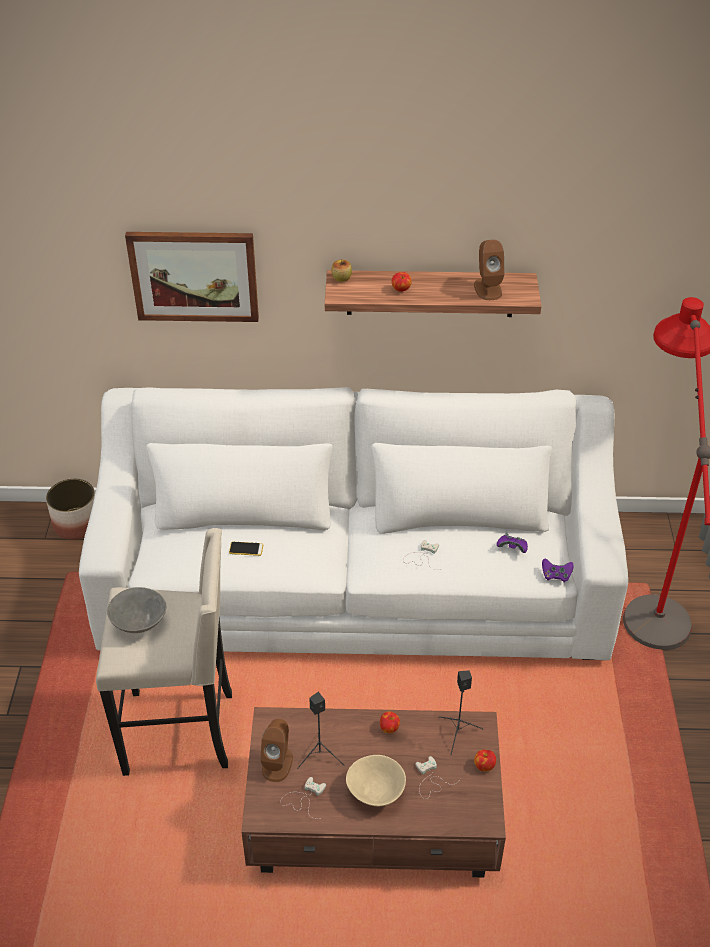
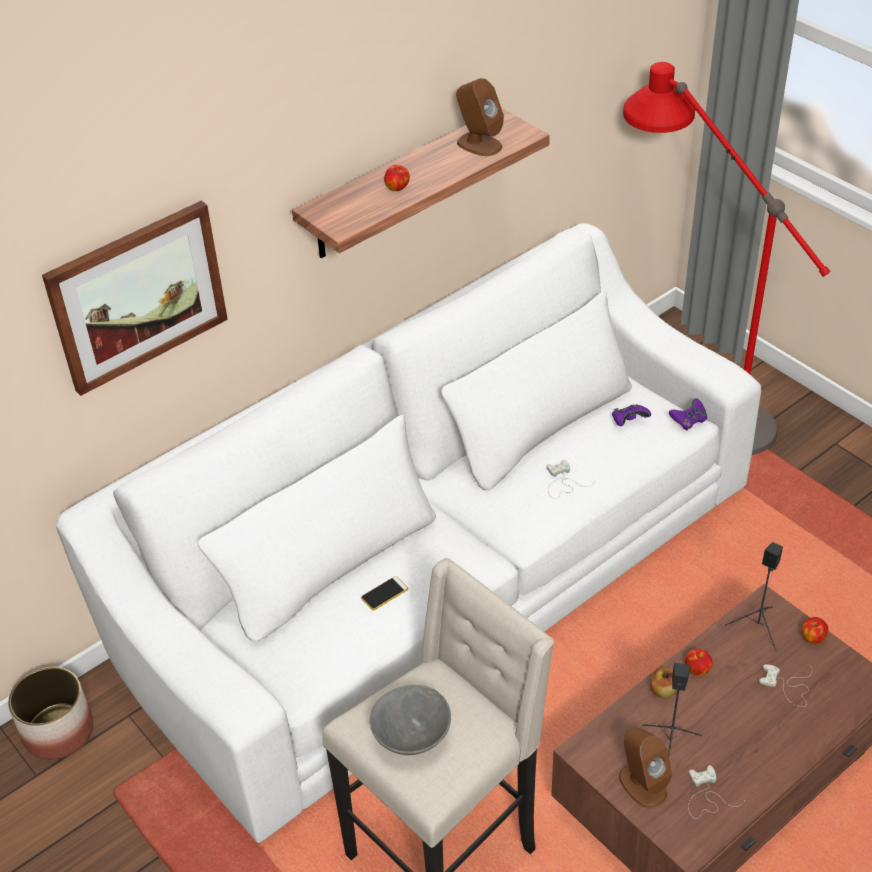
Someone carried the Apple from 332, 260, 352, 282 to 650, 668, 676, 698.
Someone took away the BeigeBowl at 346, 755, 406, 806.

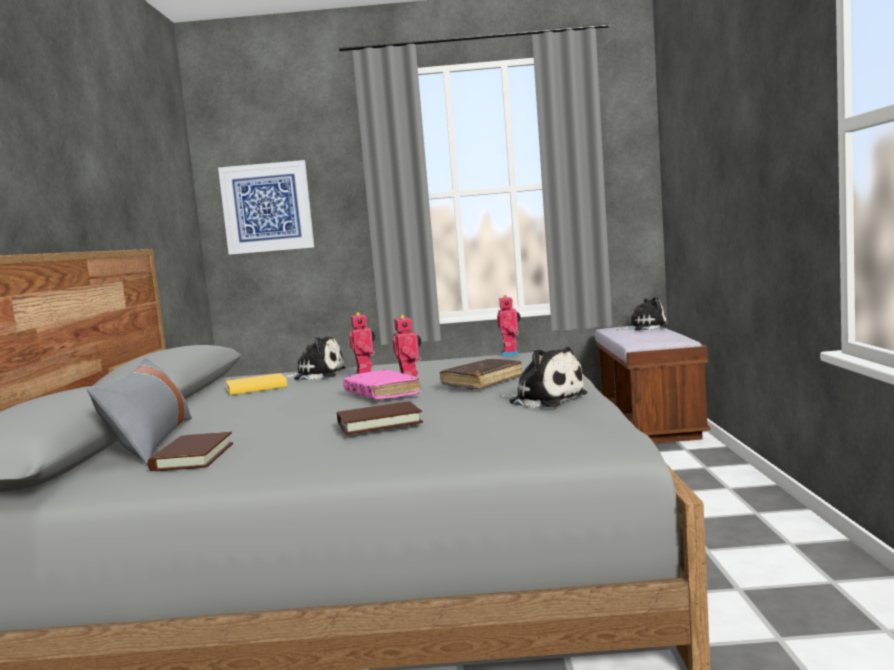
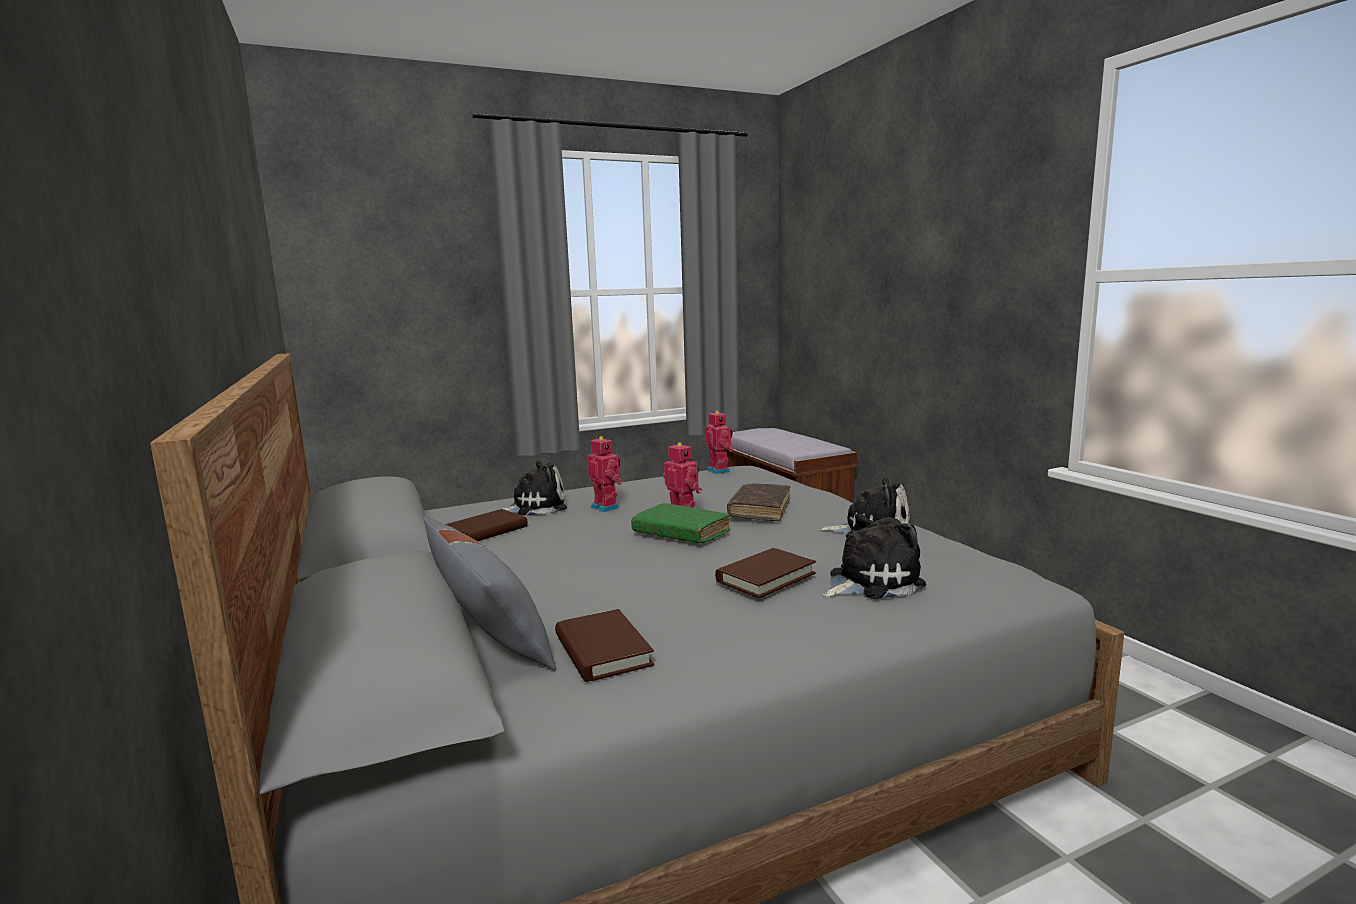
Someone took away the Picture at 218, 160, 314, 255.
Someone repainted the YellowBook at 225, 373, 287, 395, which became the BrownBook at 445, 509, 528, 541.
Someone repainted the PinkBook at 343, 369, 421, 400, which became the GreenBook at 631, 503, 730, 543.
Someone carried the PlushToy from 617, 297, 668, 331 to 823, 514, 926, 599.

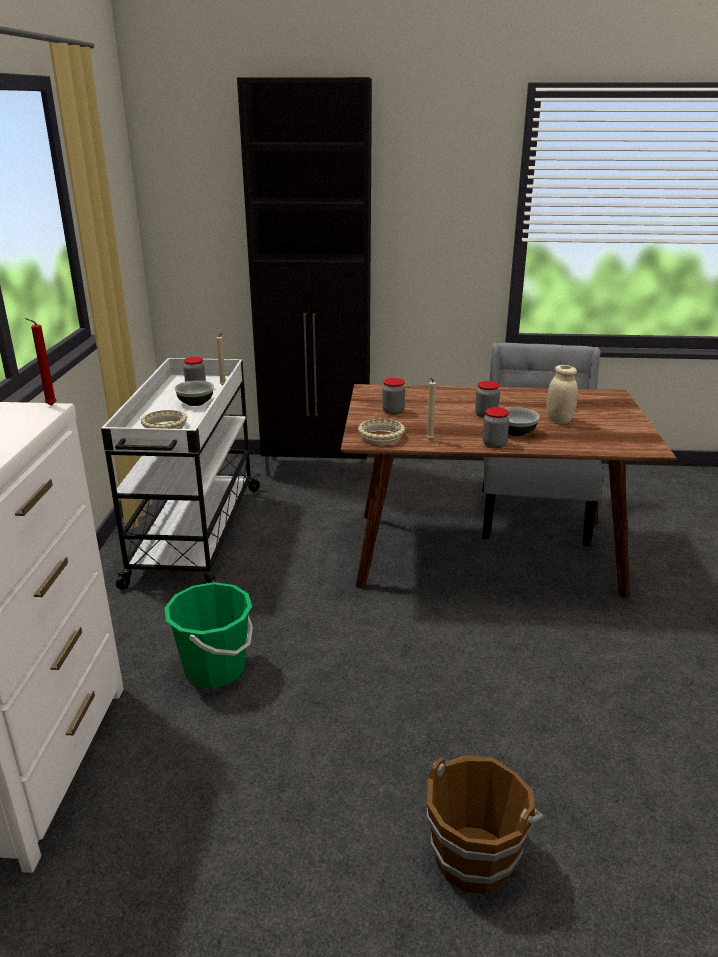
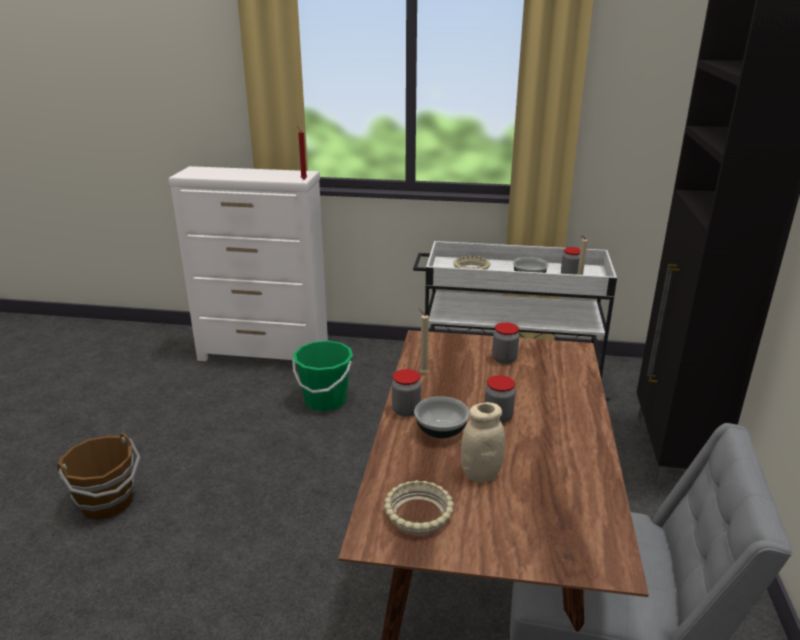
Someone carried the BeigeBowl from 358, 418, 405, 445 to 384, 480, 454, 535.

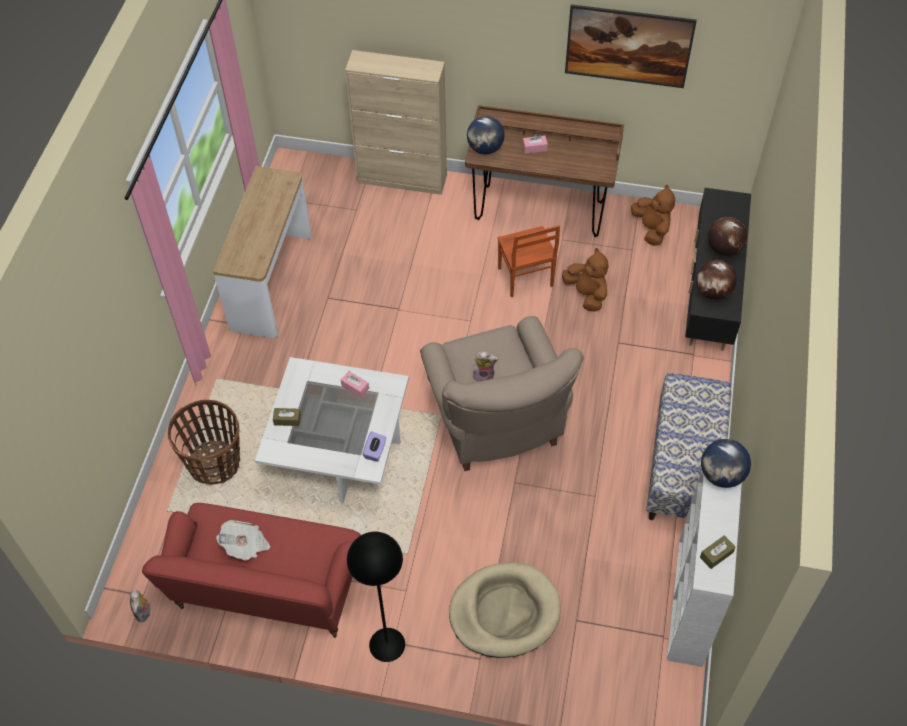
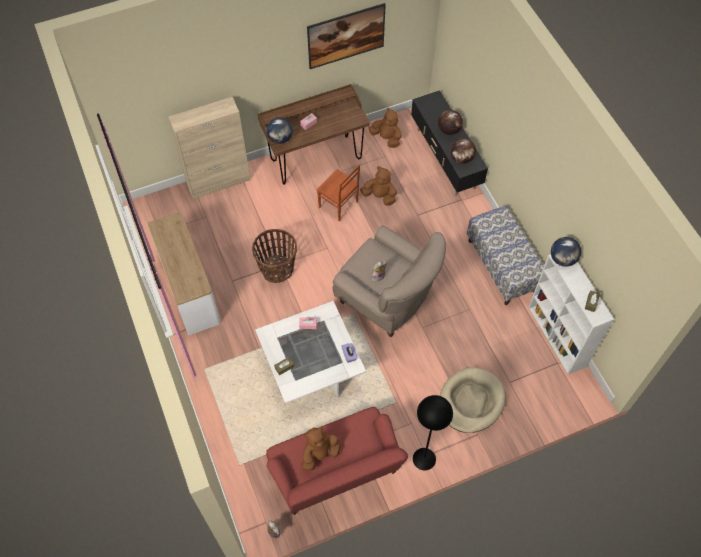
Someone carried the Basket from 168, 400, 240, 485 to 252, 229, 297, 283.
Someone swapped the Newspaper at 216, 520, 270, 561 for the BrownPlushToy at 302, 428, 341, 471.

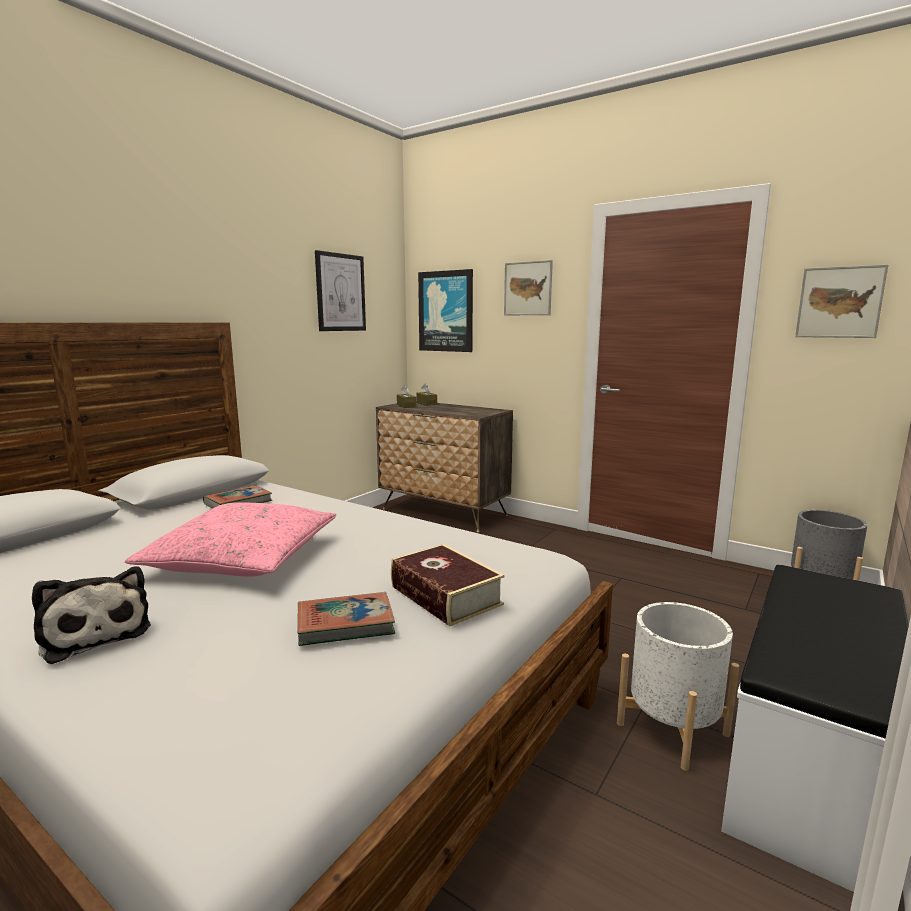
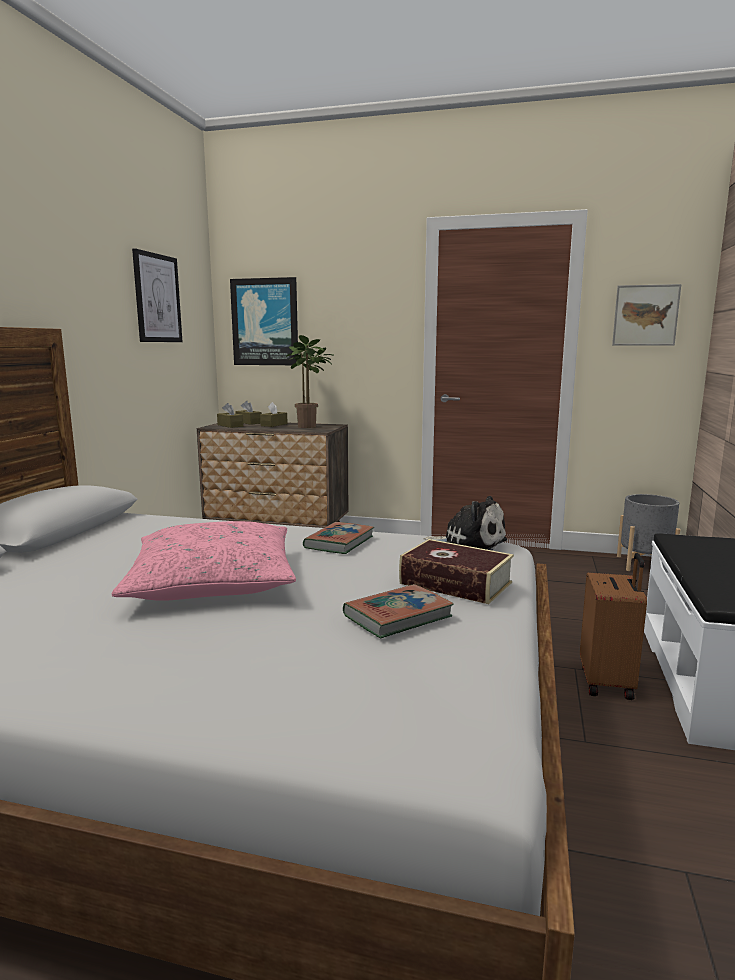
Someone carried the PlushToy from 32, 567, 151, 664 to 423, 496, 507, 551.
Someone carried the Book from 203, 486, 272, 509 to 303, 522, 374, 554.
Someone took away the Picture at 504, 260, 553, 315.
Someone swapped the WhitePlanter at 617, 602, 739, 771 for the BrownSuitcase at 580, 553, 647, 700.
Someone put down the BrownTissueBox at 260, 402, 288, 427.
Someone put down the PottedPlant at 286, 335, 335, 428.

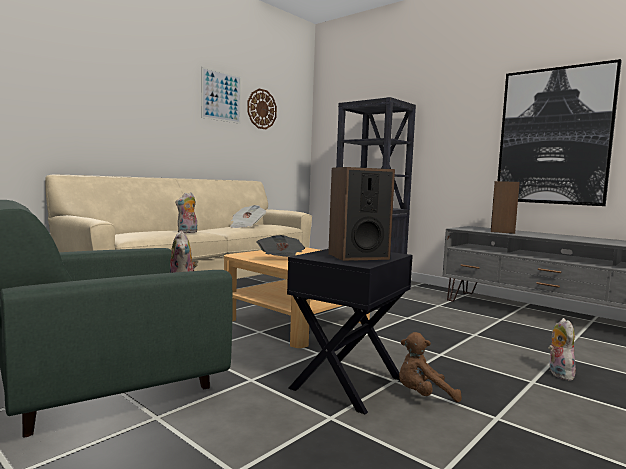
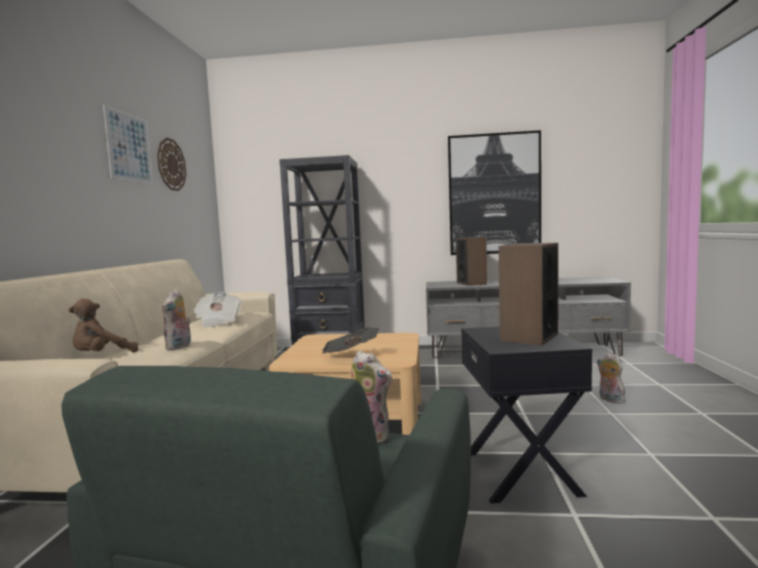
Someone carried the BrownPlushToy from 399, 332, 462, 402 to 69, 298, 139, 353.

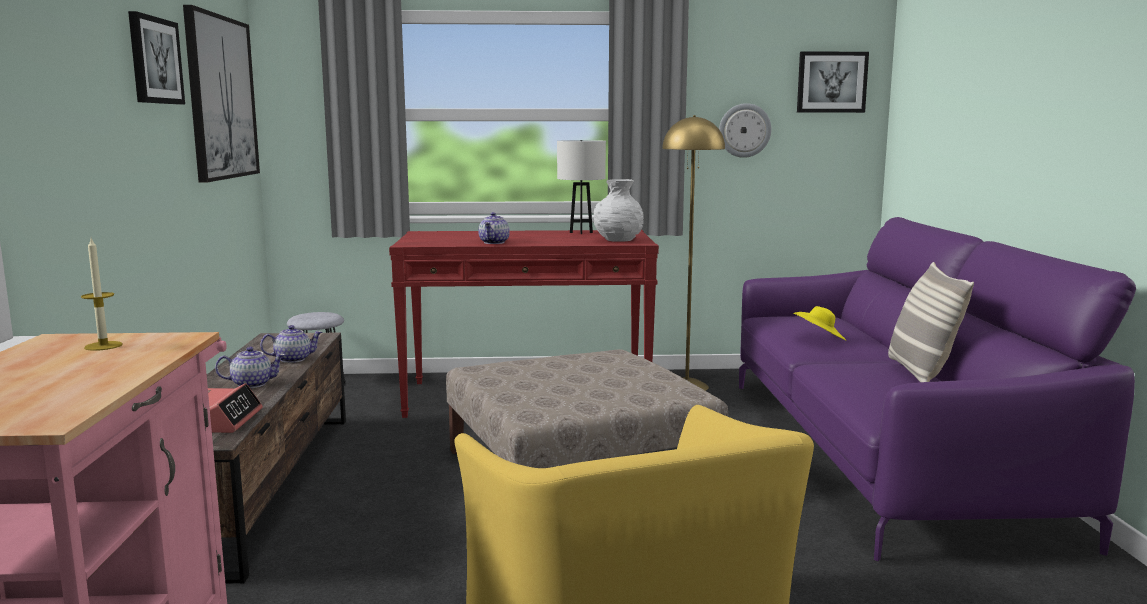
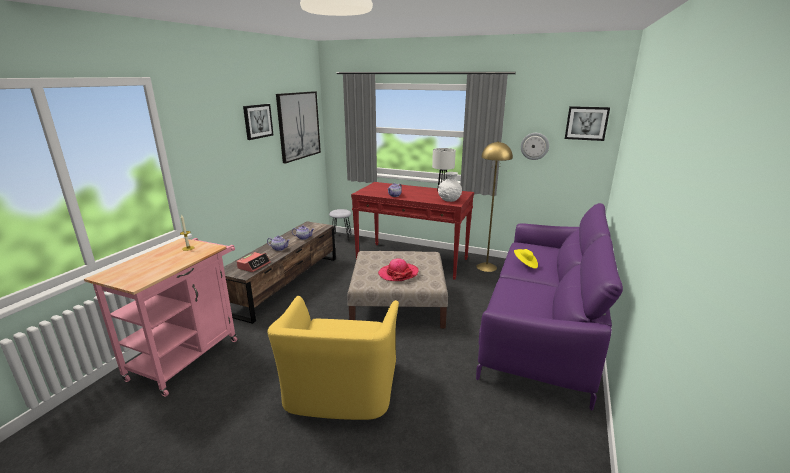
Someone took away the Pillow at 888, 262, 974, 382.
Someone put down the Hat at 378, 258, 419, 281.

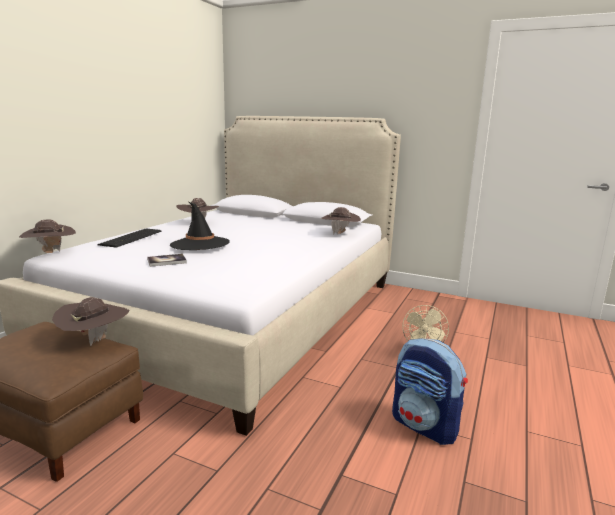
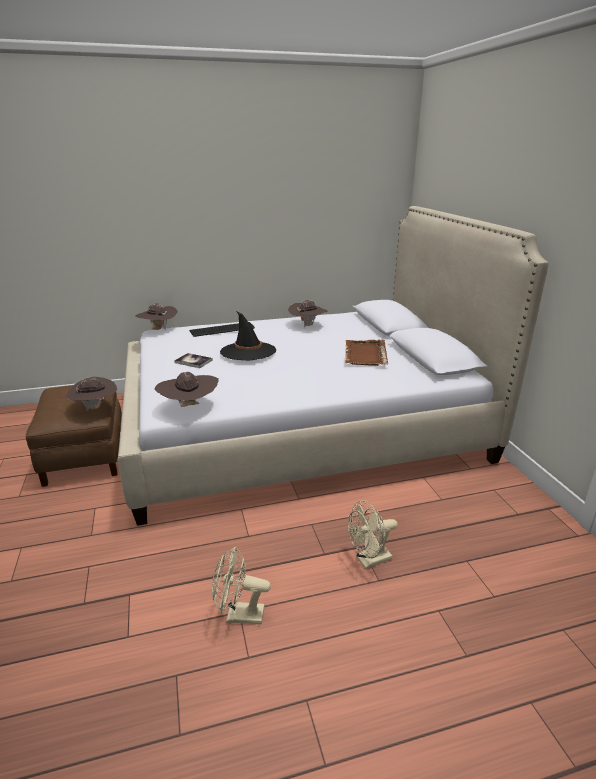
Someone carried the BrownHat from 321, 207, 361, 235 to 155, 372, 219, 407.
Someone swapped the Backpack at 392, 338, 468, 445 for the BeigeFan at 212, 547, 271, 625.
Someone put down the BrownTray at 345, 340, 388, 366.

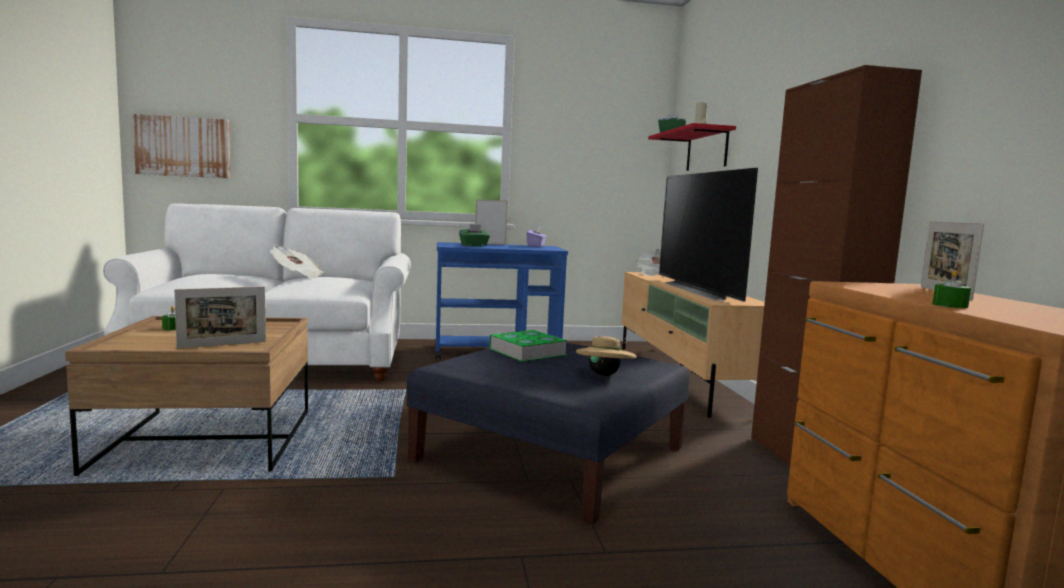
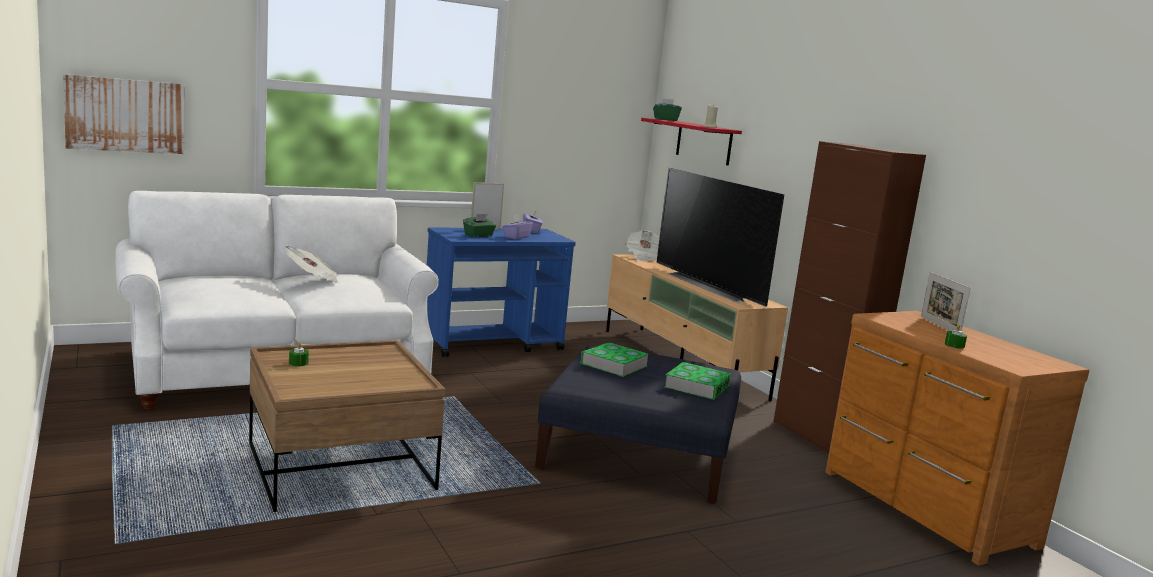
Someone took away the PictureFrame at 174, 286, 266, 349.
Someone swapped the BeigeHat at 576, 336, 637, 376 for the Book at 664, 362, 731, 400.
Someone put down the PurpleTissueBox at 502, 214, 533, 239.

